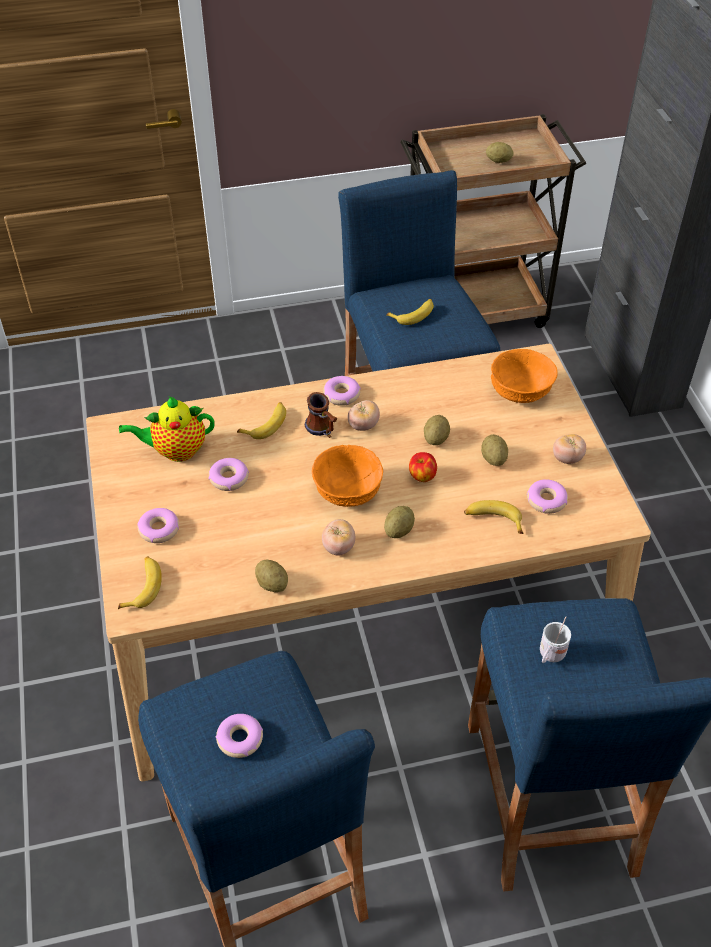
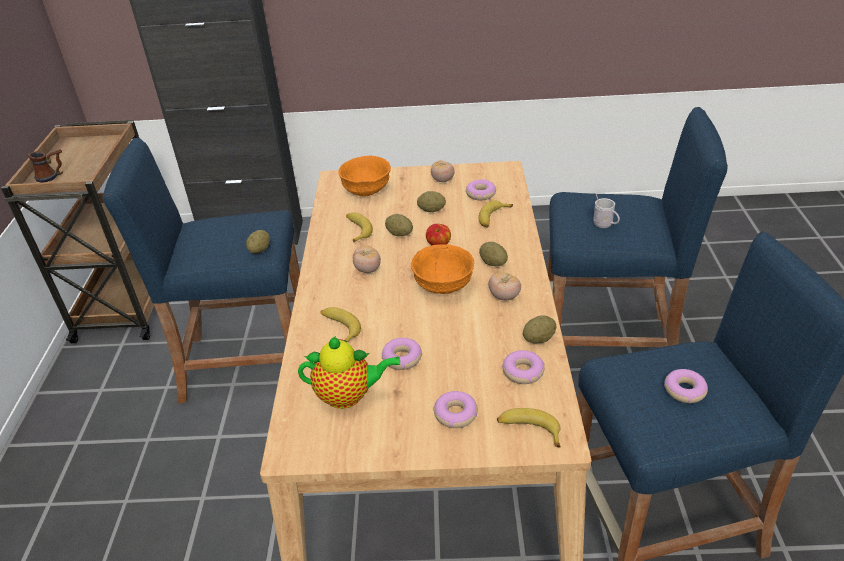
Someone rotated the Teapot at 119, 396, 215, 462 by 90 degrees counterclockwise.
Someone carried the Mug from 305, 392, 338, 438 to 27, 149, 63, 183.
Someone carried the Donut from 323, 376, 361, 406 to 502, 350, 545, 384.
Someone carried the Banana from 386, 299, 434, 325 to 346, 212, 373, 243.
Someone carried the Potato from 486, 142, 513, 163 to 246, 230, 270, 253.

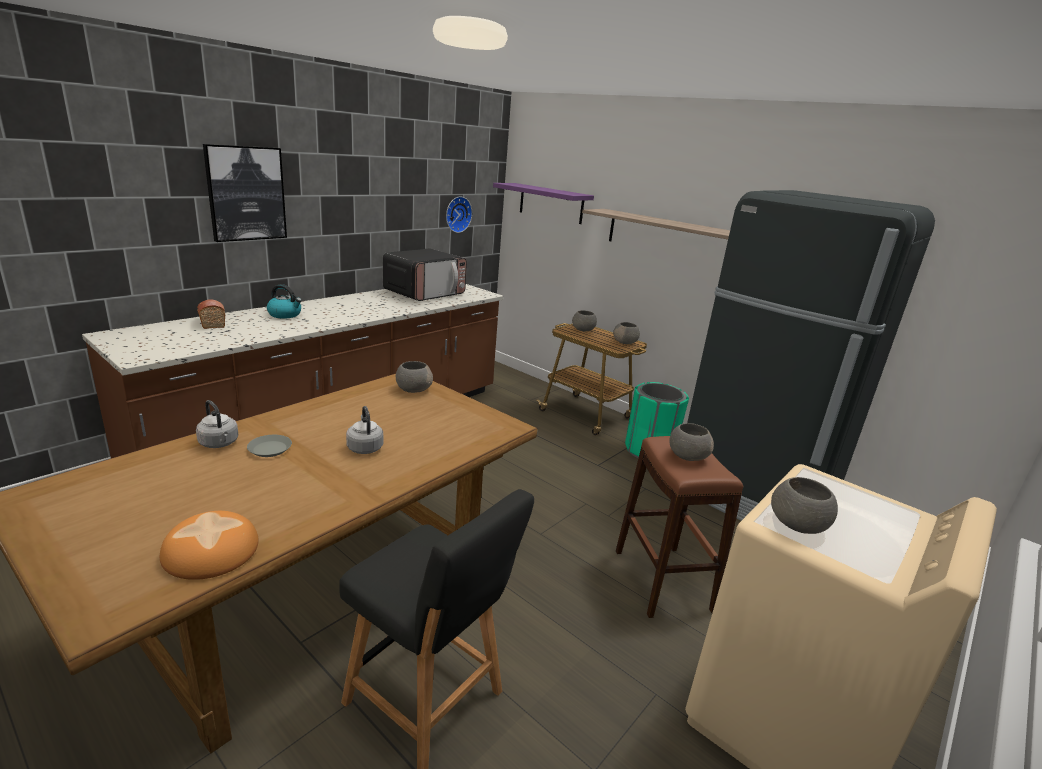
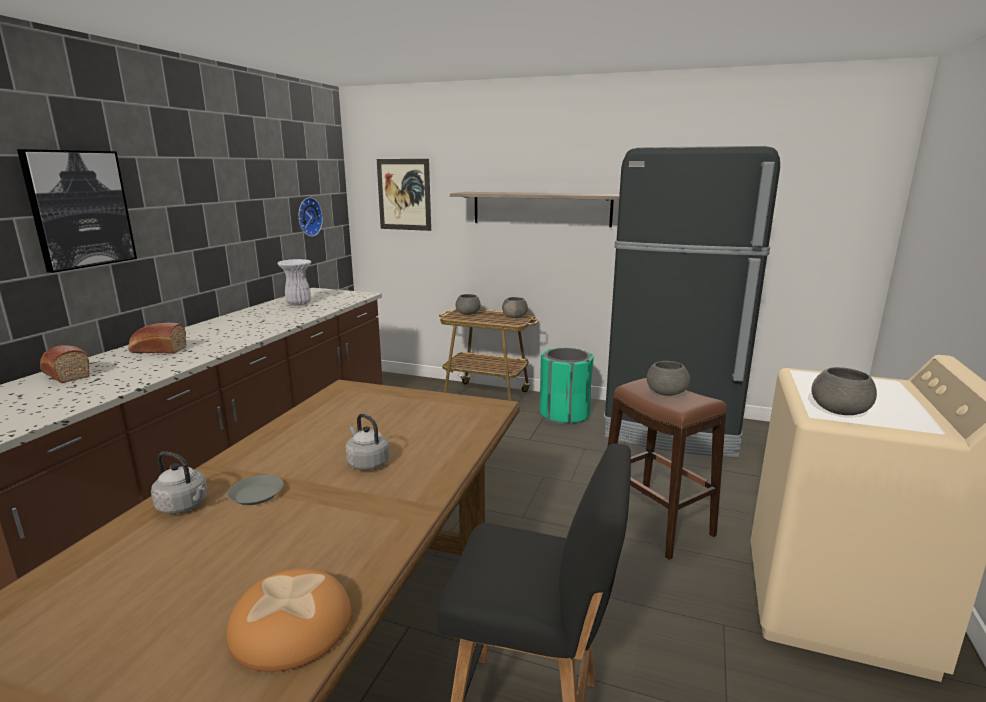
Someone swapped the Kettle at 267, 284, 302, 319 for the Bread at 128, 323, 186, 353.
Someone swapped the Microwave at 383, 248, 467, 301 for the WhiteVase at 278, 259, 311, 305.
Someone took away the GreyBowl at 396, 361, 433, 393.
Someone swapped the PurpleShelf at 493, 183, 594, 224 for the Picture at 377, 159, 431, 231.

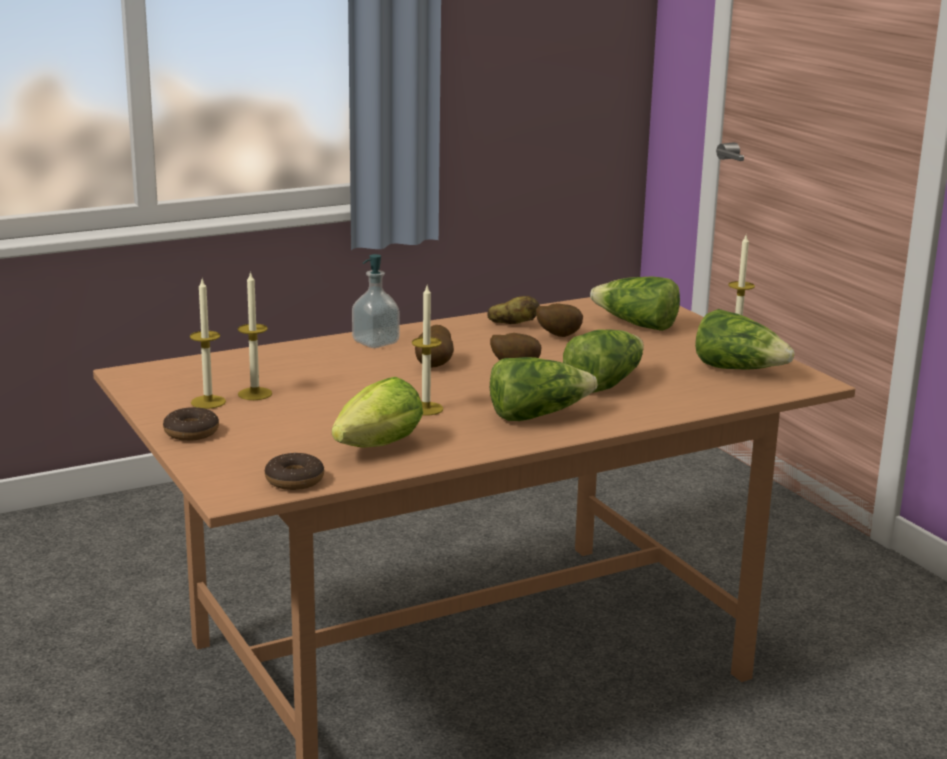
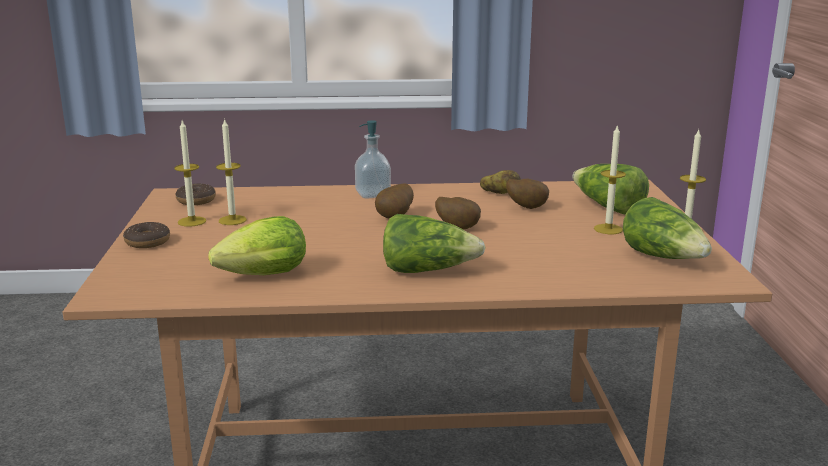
Someone carried the Donut from 265, 453, 324, 490 to 175, 183, 216, 205.
Someone carried the Candle from 412, 286, 443, 415 to 594, 124, 626, 234.
Someone took away the Lettuce at 563, 329, 644, 393.

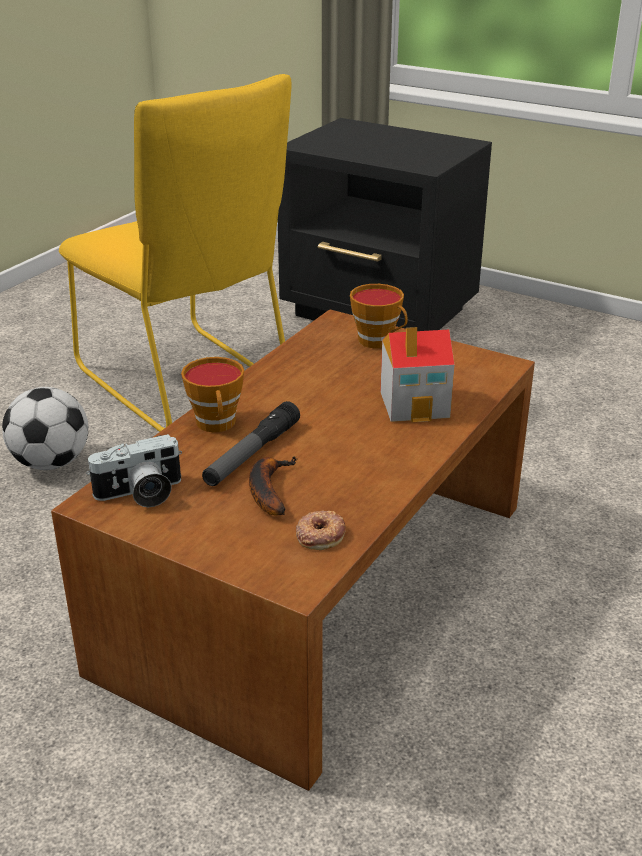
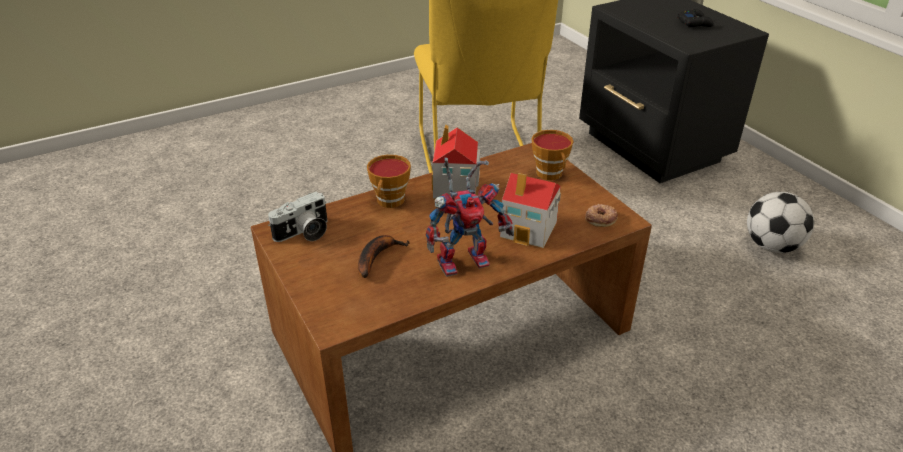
Someone carried the Football from 2, 387, 88, 470 to 747, 192, 814, 253.
Someone rotated the PhotoCamera at 86, 434, 182, 507 by 45 degrees counterclockwise.
Someone took away the Flashlight at 202, 401, 300, 486.
Someone carried the Donut from 296, 510, 346, 550 to 585, 204, 618, 227.
Someone put down the ToyRobot at 426, 158, 514, 277.
Someone put down the ToyHouse at 432, 124, 480, 199.
Someone put down the BlackGameController at 677, 9, 714, 27.

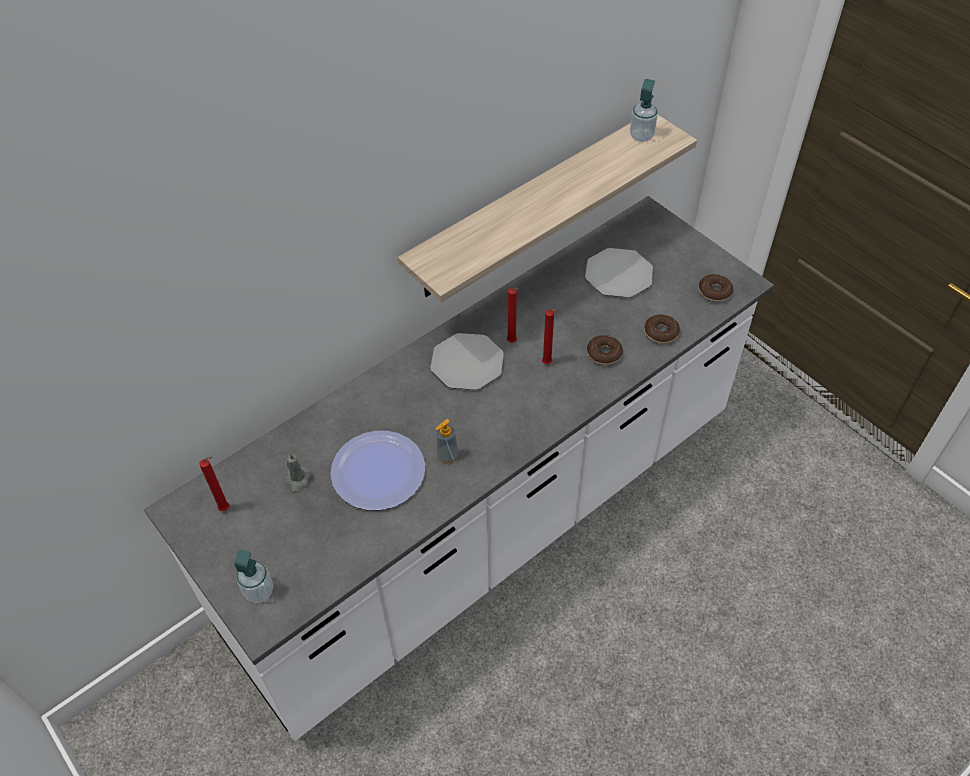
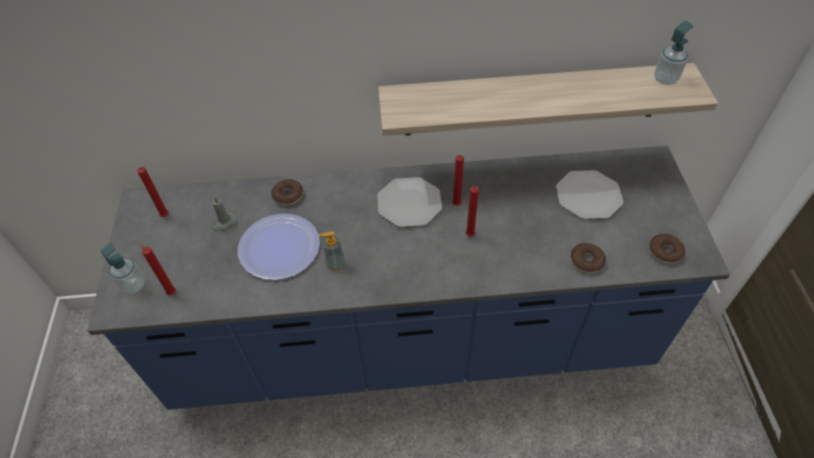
Someone repainted the WhiteCounter at 144, 196, 774, 741, which became the BlueCounter at 87, 146, 730, 410.
Someone carried the Donut from 587, 335, 623, 365 to 271, 179, 303, 206.
Someone put down the RedCandle at 138, 240, 176, 295.

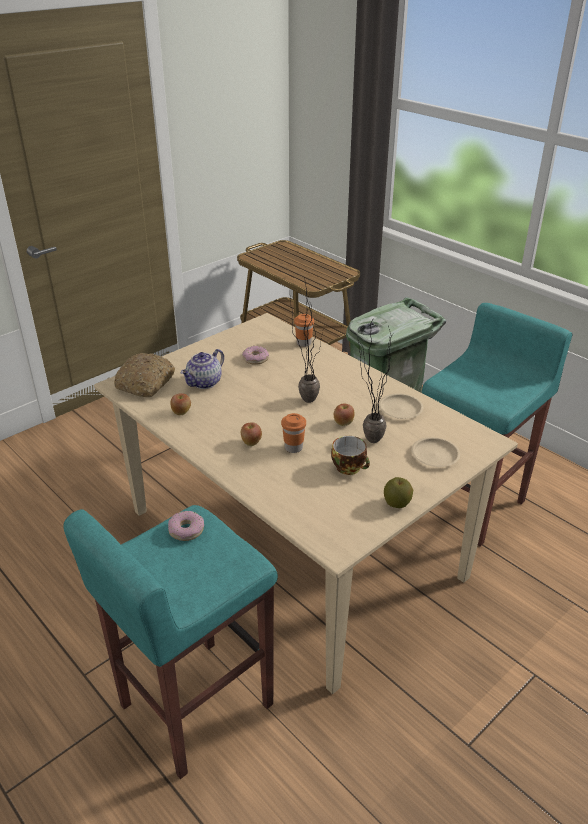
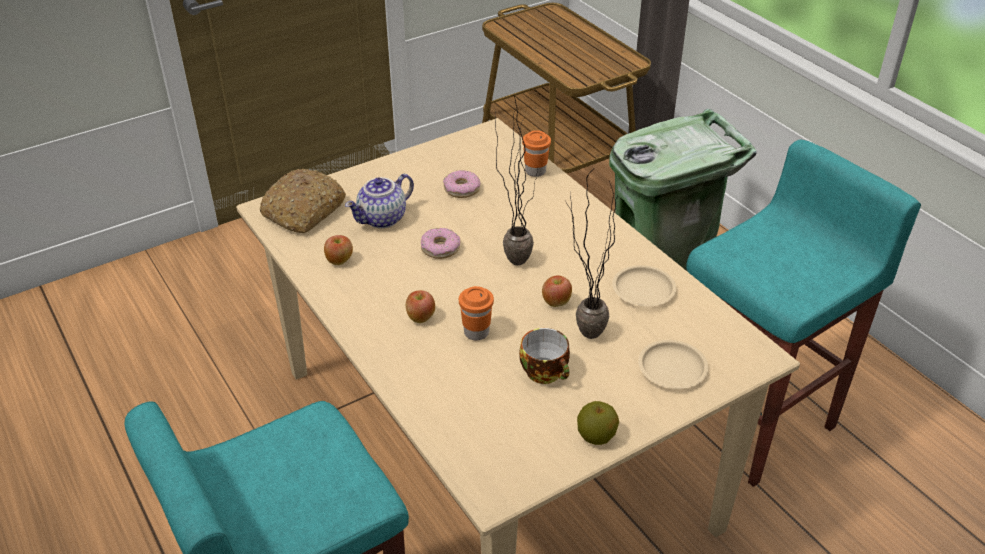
Someone carried the Donut from 168, 511, 204, 541 to 421, 228, 460, 259.

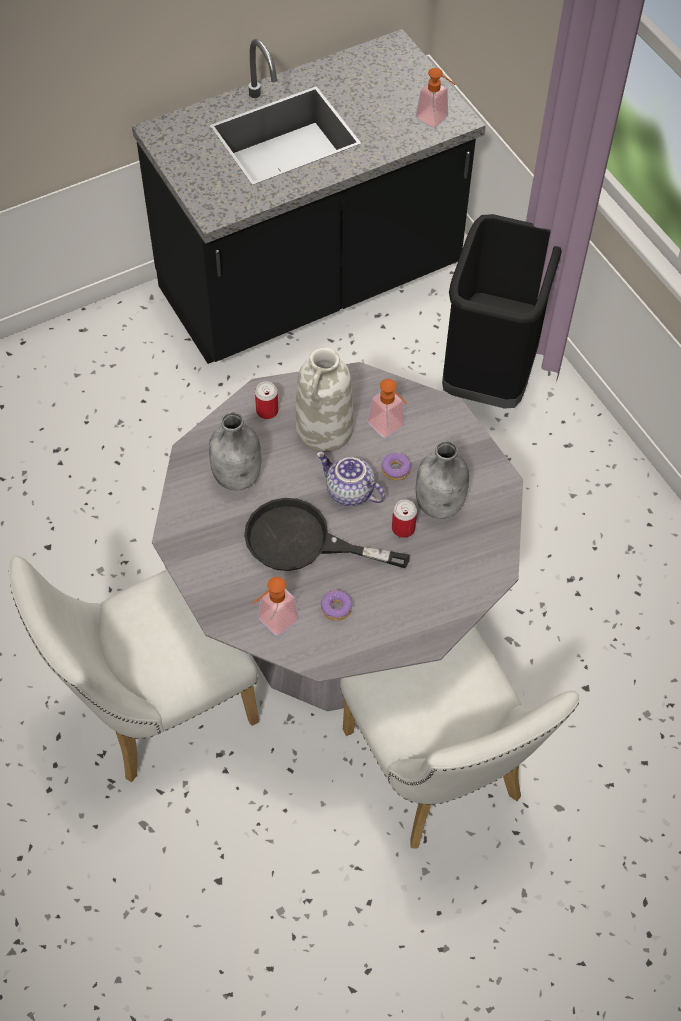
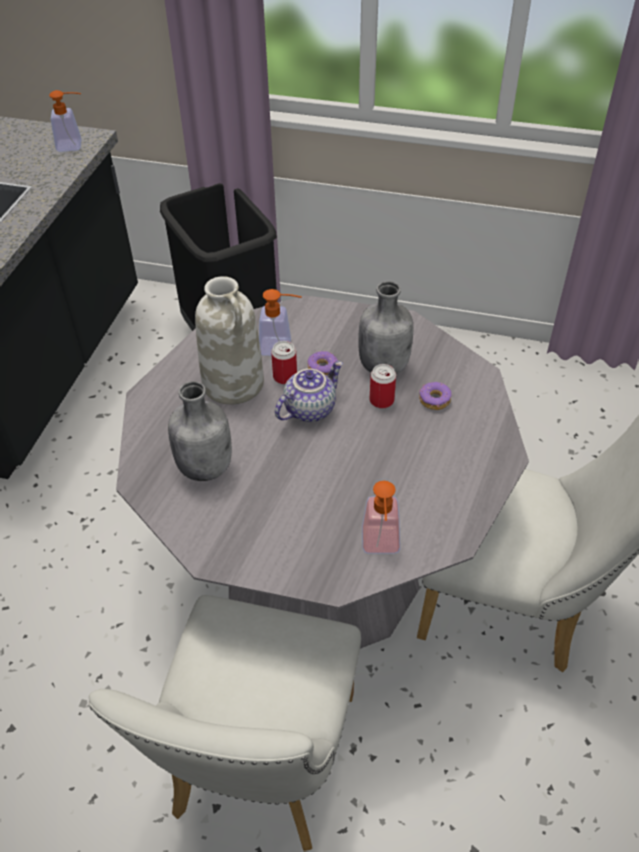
Someone took away the BlackFryingPan at 244, 498, 410, 571.
Someone carried the Can from 255, 381, 278, 419 to 271, 341, 297, 384.
Someone rotated the Teapot at 317, 452, 385, 506 by 150 degrees clockwise.
Someone carried the Donut from 321, 590, 352, 621 to 419, 382, 452, 410.

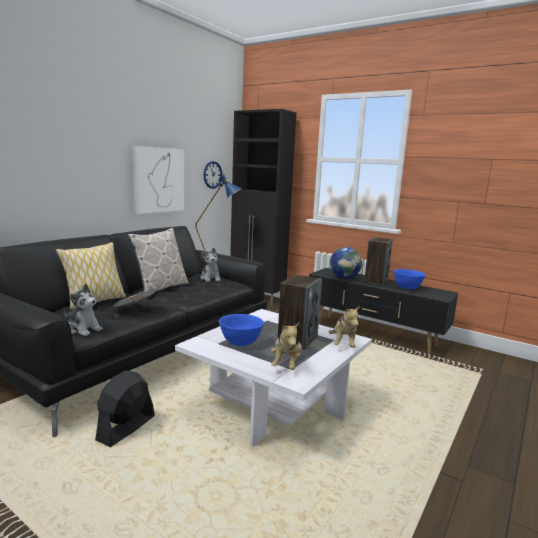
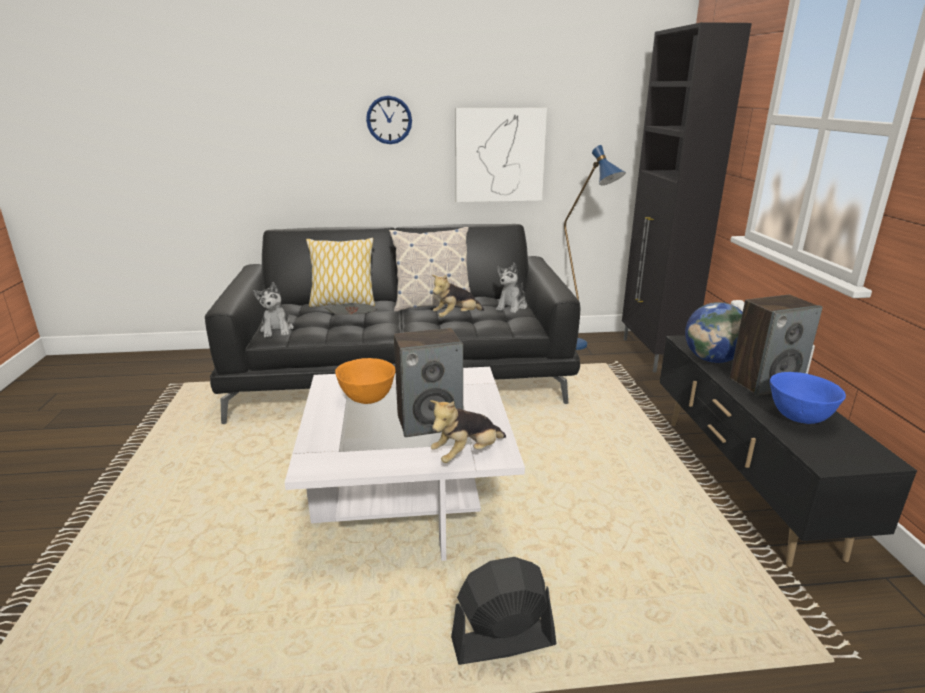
Someone carried the BlackFan from 95, 370, 155, 447 to 451, 557, 556, 665.
Someone carried the WallClock from 203, 161, 222, 189 to 366, 96, 412, 144.
Someone repainted the BlueBowl at 219, 314, 264, 346, which became the OrangeBowl at 335, 358, 395, 404.
Someone carried the PlushToy from 271, 322, 302, 370 to 432, 275, 484, 317.

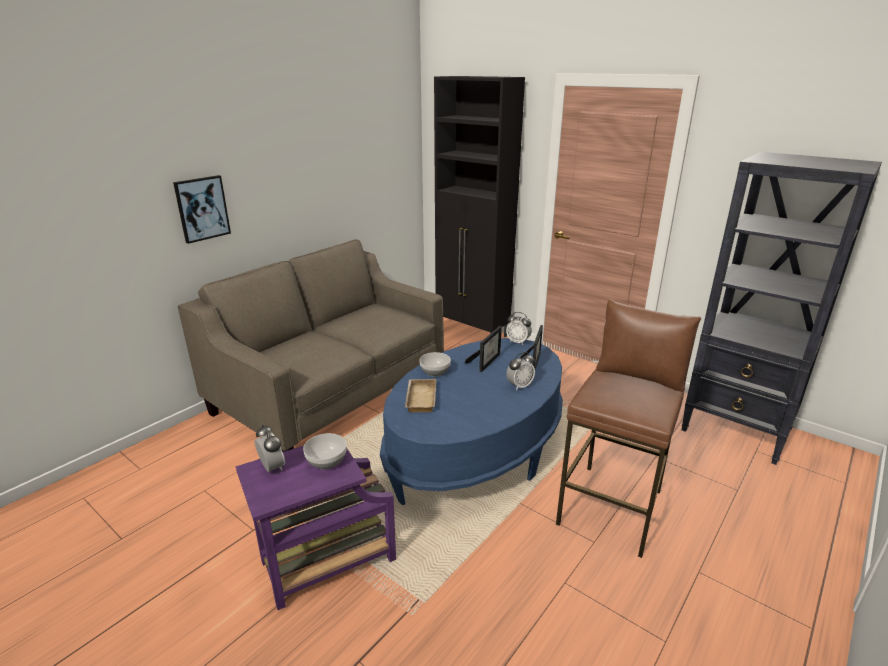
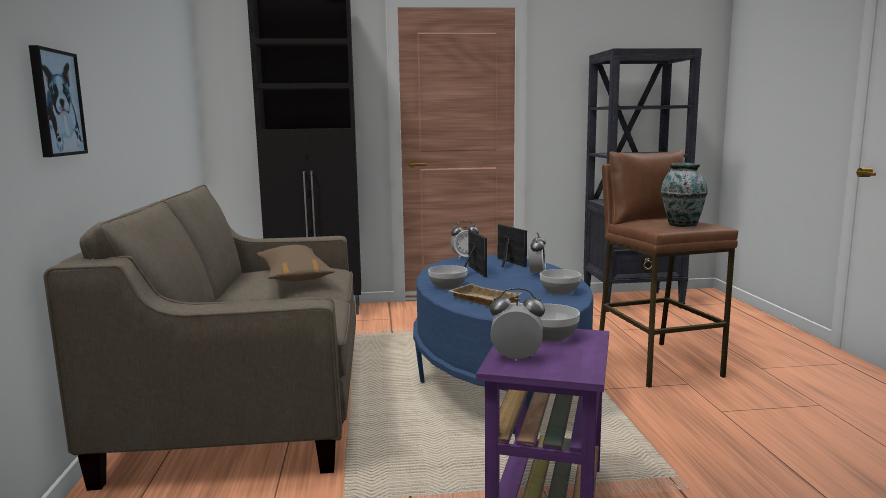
Someone put down the BrownPillow at 257, 245, 335, 281.
Someone put down the Bowl at 540, 269, 581, 295.
Someone put down the Vase at 661, 163, 708, 227.

